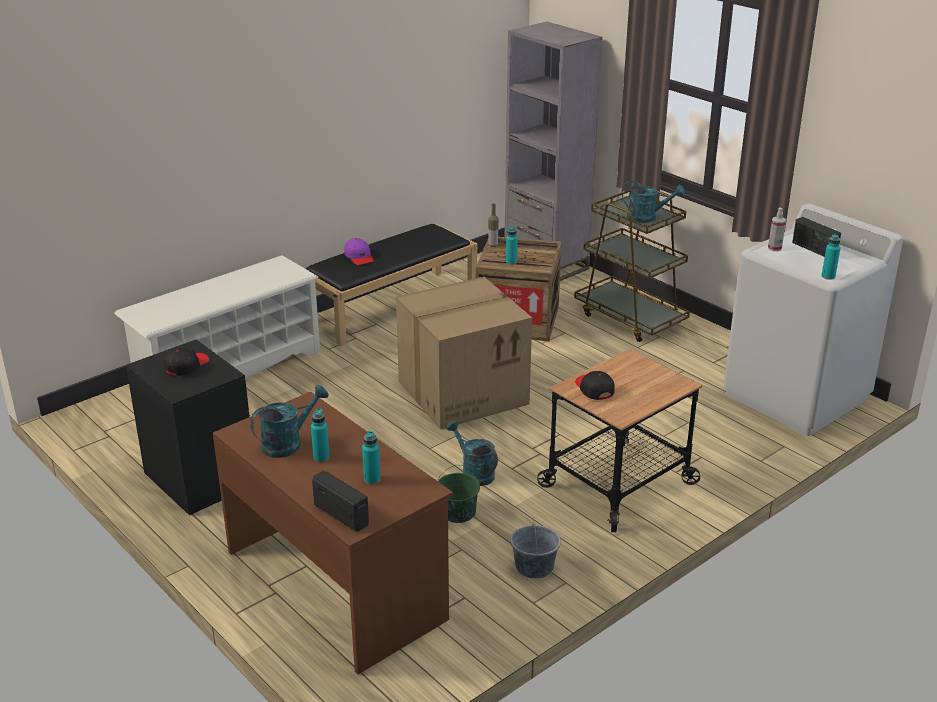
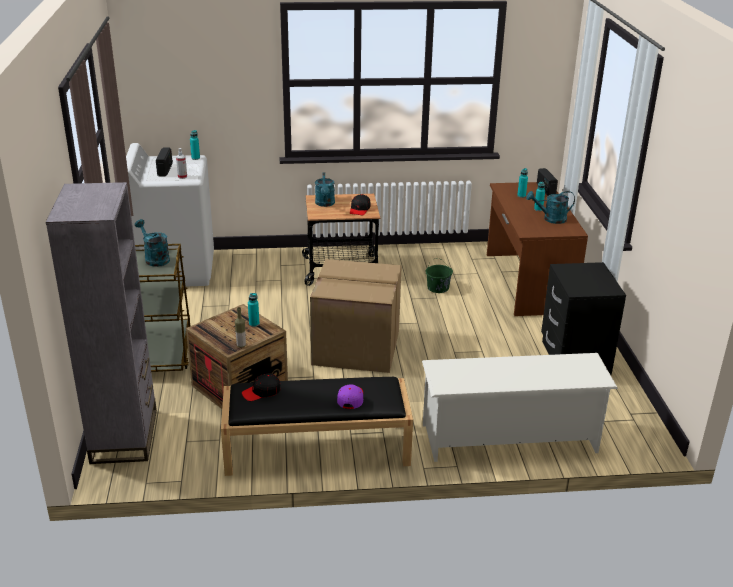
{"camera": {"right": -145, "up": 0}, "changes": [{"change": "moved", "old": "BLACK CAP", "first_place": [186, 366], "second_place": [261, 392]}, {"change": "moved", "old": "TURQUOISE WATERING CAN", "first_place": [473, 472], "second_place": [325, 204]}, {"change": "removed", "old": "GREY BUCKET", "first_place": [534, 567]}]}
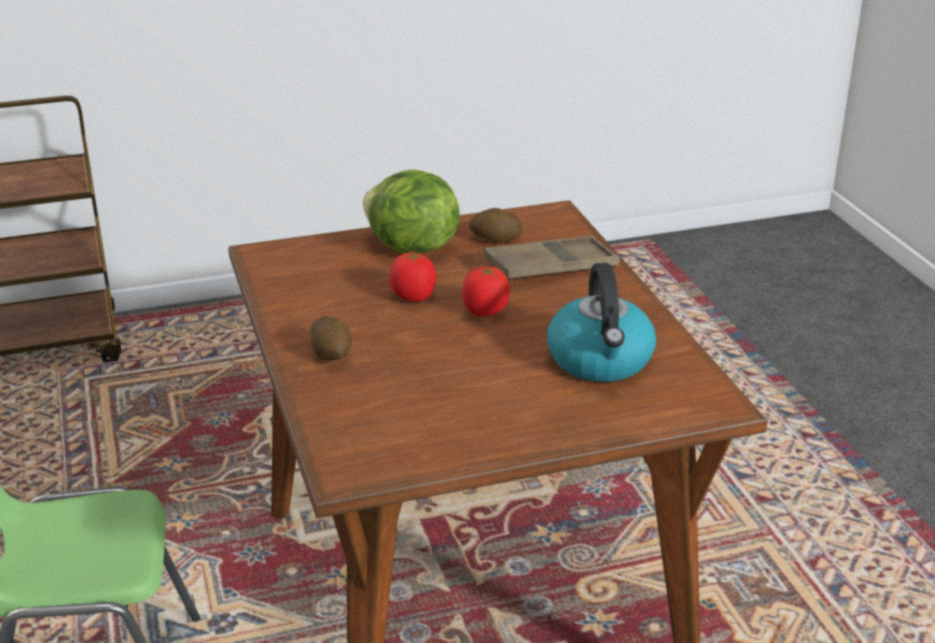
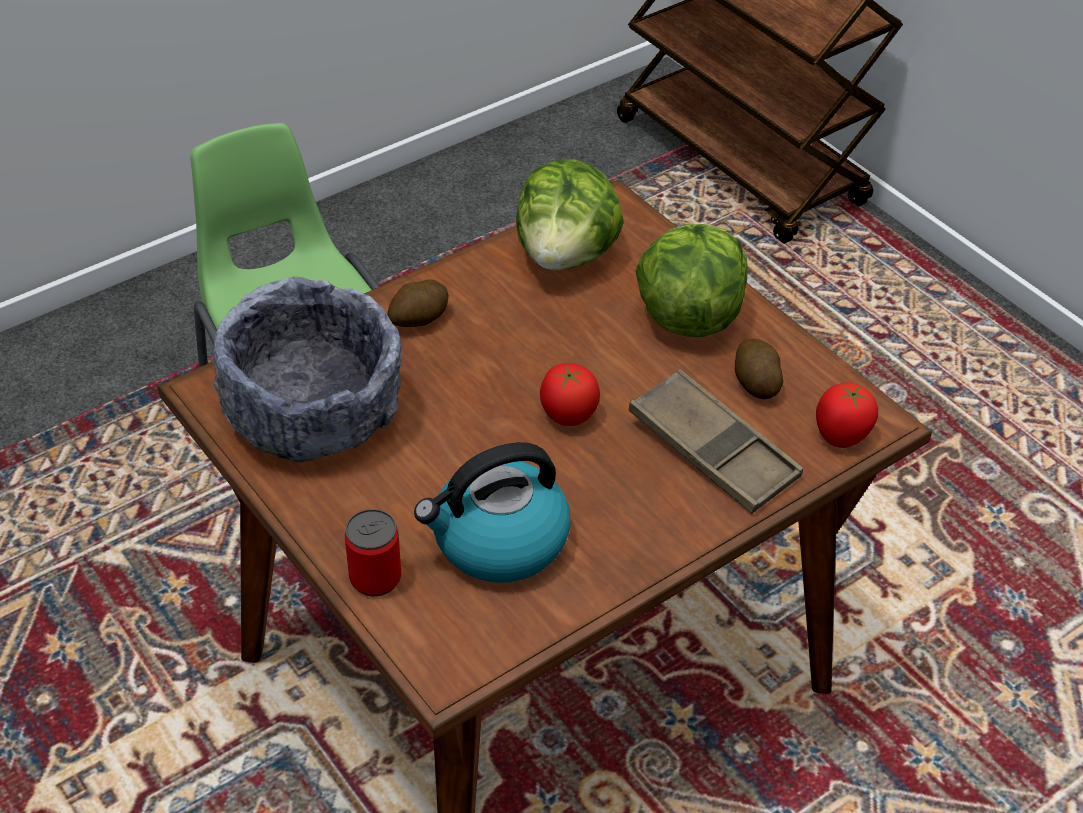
{"camera": {"right": 70, "up": 15}, "changes": [{"change": "moved", "old": "TOMATO", "first_place": [413, 297], "second_place": [841, 435]}, {"change": "added", "new": "GREY BOWL", "second_place": [313, 415]}, {"change": "added", "new": "CAN", "second_place": [375, 578]}, {"change": "added", "new": "LETTUCE", "second_place": [566, 255]}]}
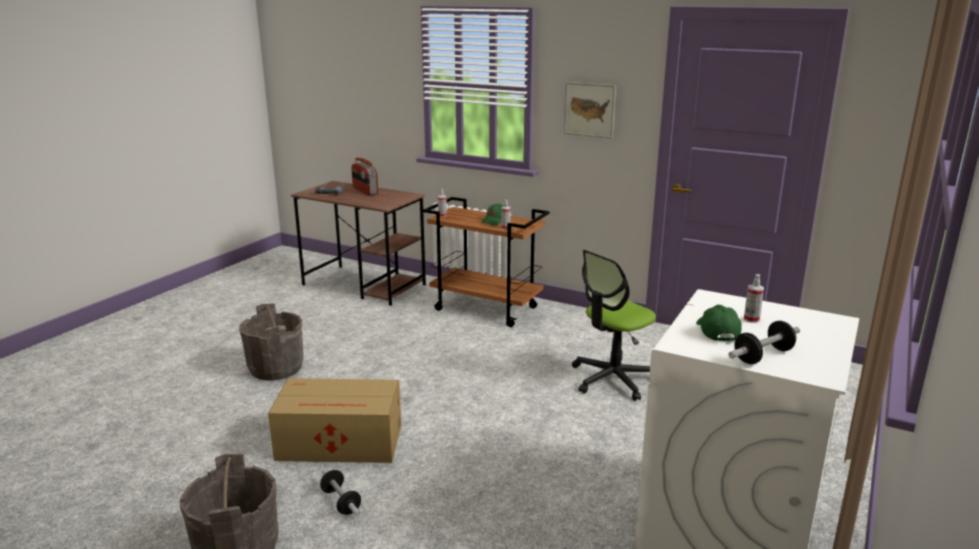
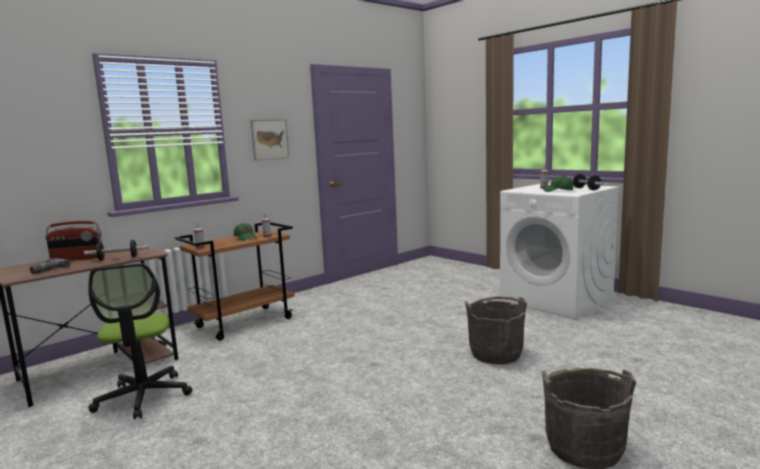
{"camera": {"right": -70, "up": -10}, "changes": [{"change": "moved", "old": "GREY BUCKET", "first_place": [276, 368], "second_place": [495, 354]}, {"change": "removed", "old": "CARDBOARD BOX", "first_place": [341, 442]}, {"change": "moved", "old": "DUMBBELL", "first_place": [341, 502], "second_place": [118, 258]}, {"change": "moved", "old": "OFFICE CHAIR", "first_place": [612, 379], "second_place": [143, 397]}]}
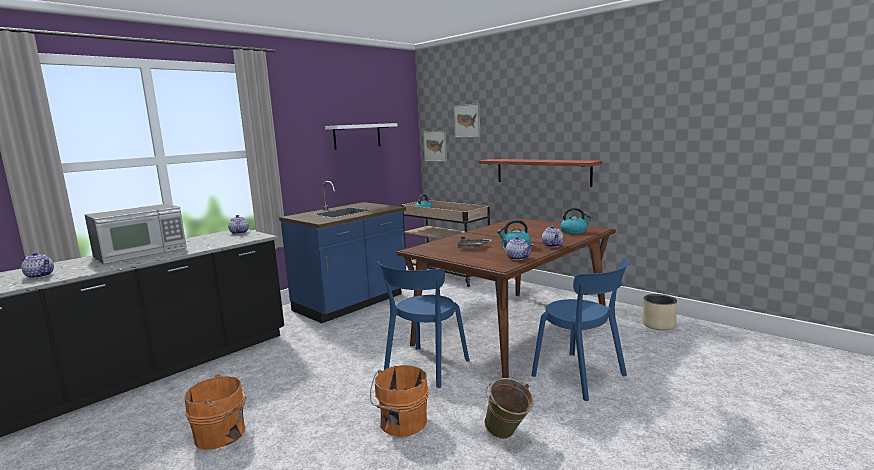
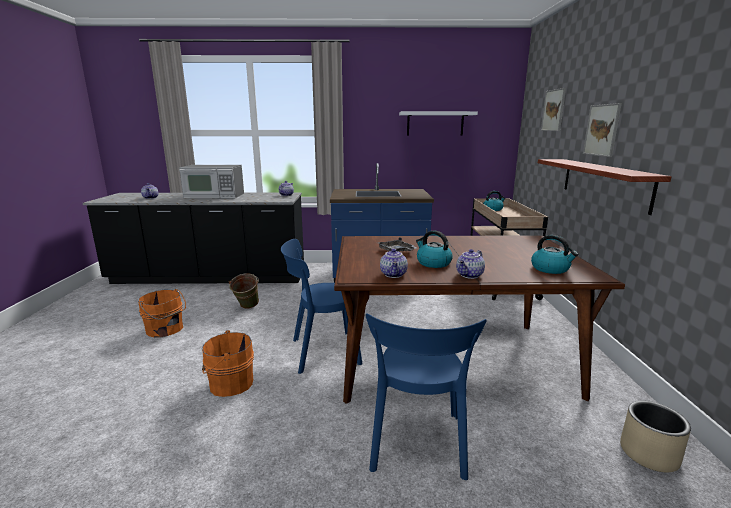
{"camera": {"right": 45, "up": 5}, "changes": [{"change": "moved", "old": "PICTURE", "first_place": [435, 146], "second_place": [601, 130]}, {"change": "moved", "old": "GREEN BUCKET", "first_place": [508, 436], "second_place": [246, 308]}]}
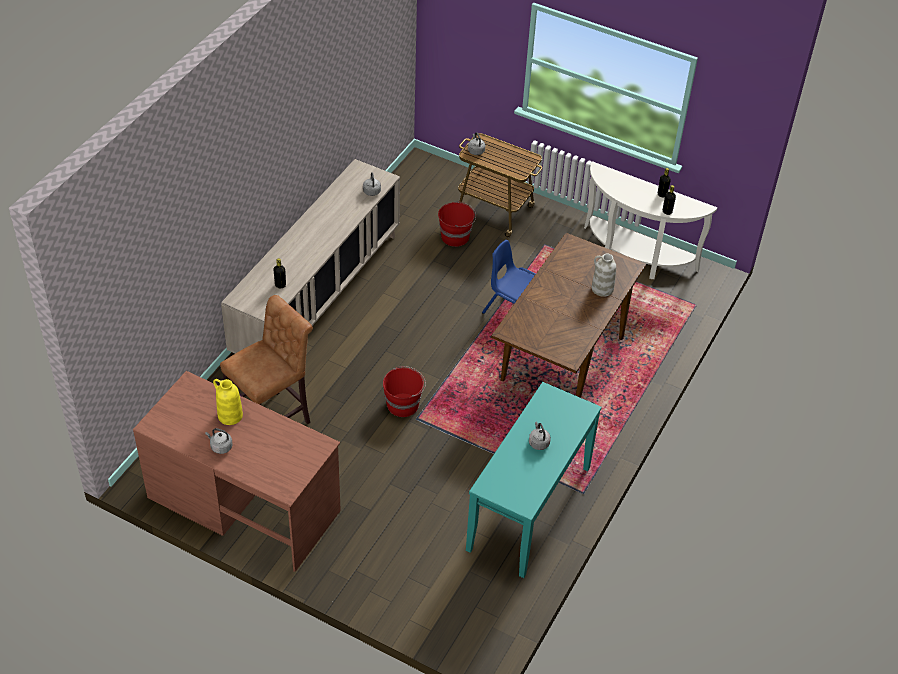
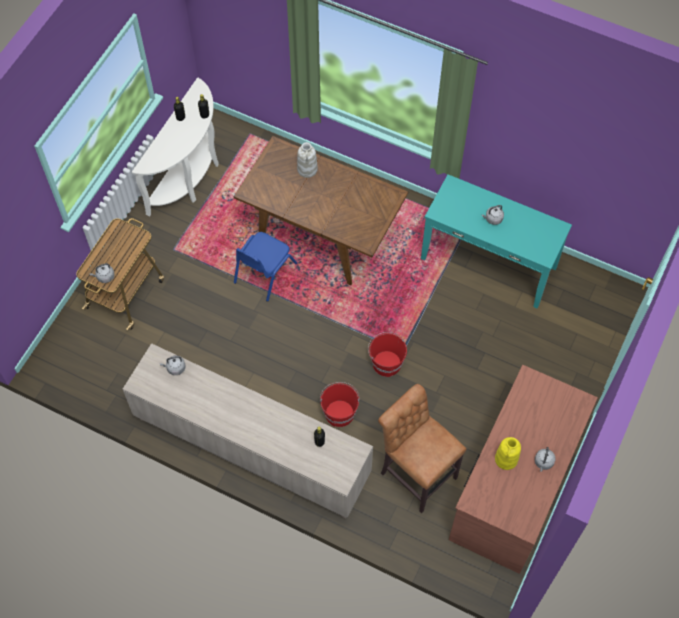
{"camera": {"right": -90, "up": 15}, "changes": [{"change": "moved", "old": "RED BUCKET", "first_place": [455, 237], "second_place": [339, 412]}]}
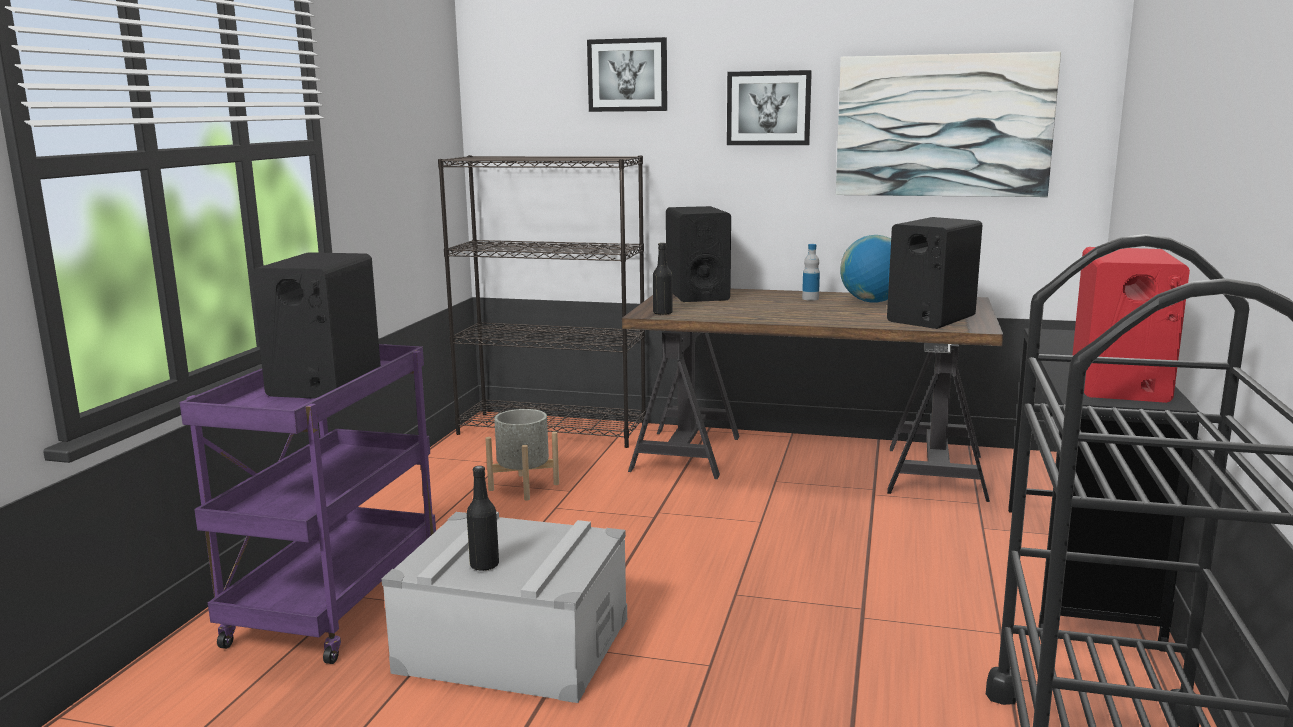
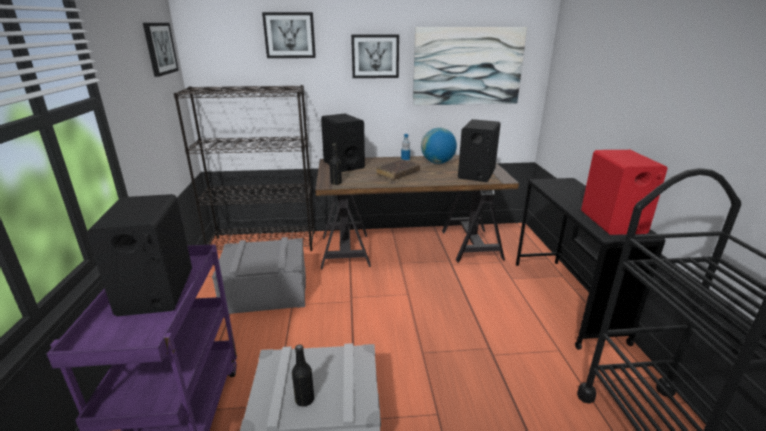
{"camera": {"right": -20, "up": 10}, "changes": [{"change": "replaced", "old": "GREY PLANTER", "new": "GREY STORAGE BOX", "first_place": [523, 487], "second_place": [266, 291]}, {"change": "added", "new": "PICTURE", "second_place": [159, 48]}, {"change": "added", "new": "BROWN BOOK", "second_place": [398, 174]}]}
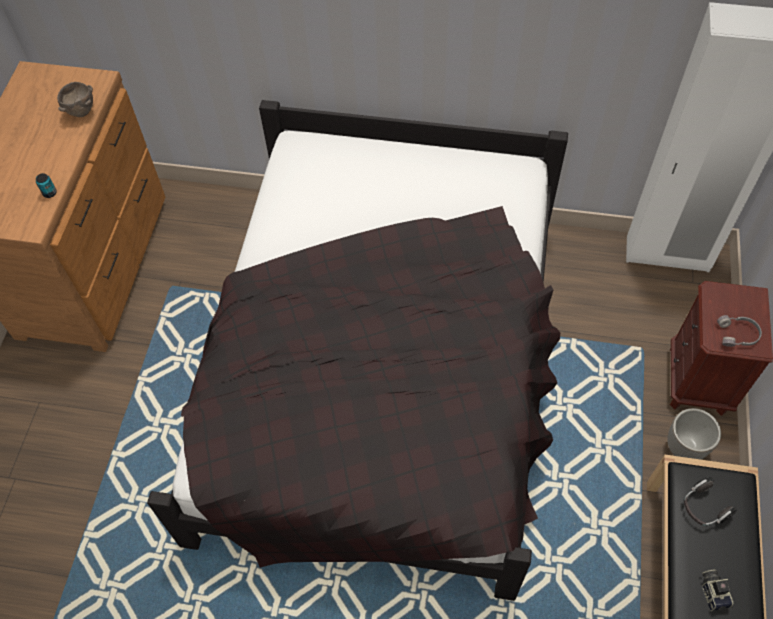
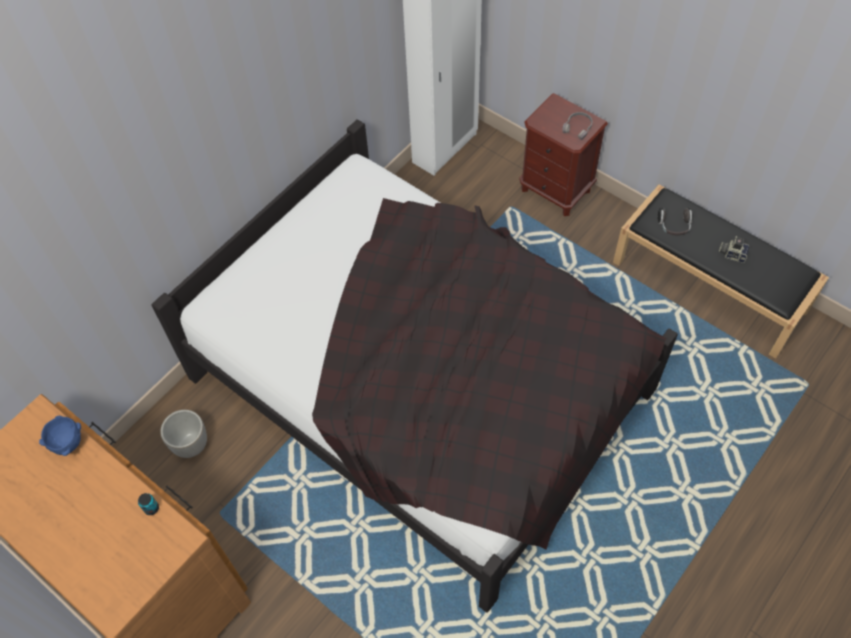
{"camera": {"right": -60, "up": 0}, "changes": [{"change": "recoloured", "old": "BROWN BOWL", "new": "BLUE BOWL", "first_place": [82, 112], "second_place": [68, 444]}, {"change": "moved", "old": "PLANTER", "first_place": [685, 448], "second_place": [191, 445]}]}
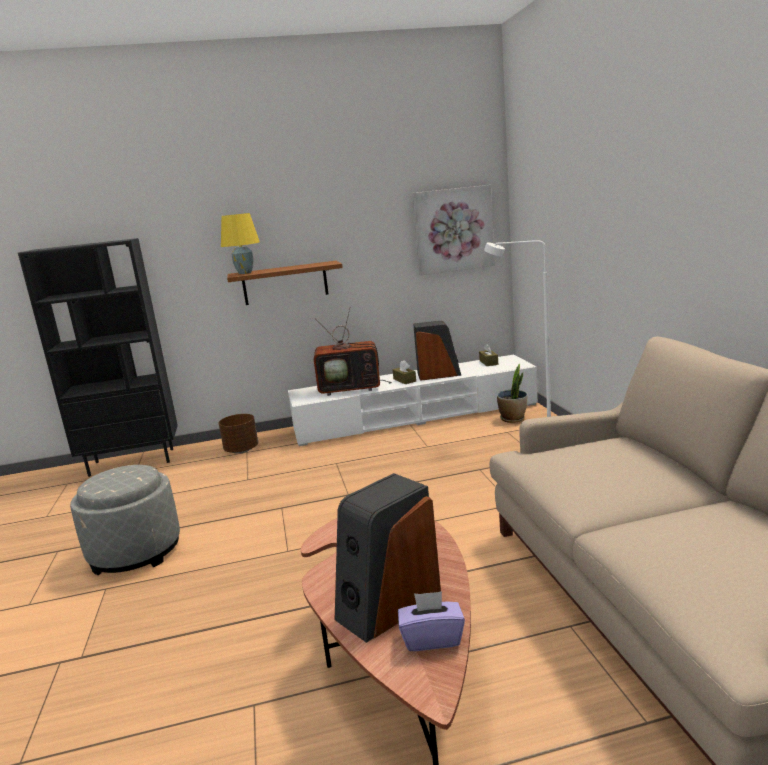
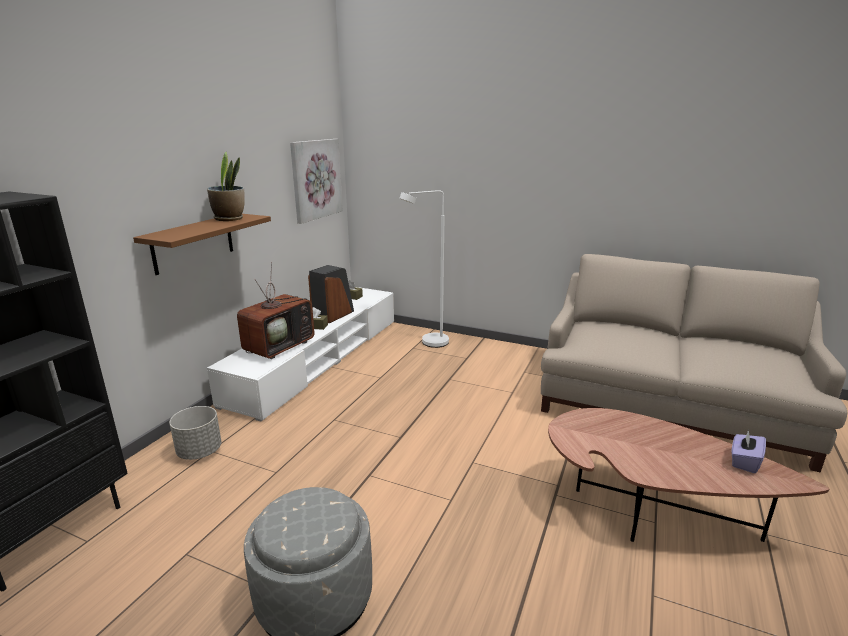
{"camera": {"right": -55, "up": 5}, "changes": [{"change": "recoloured", "old": "BROWN PLANTER", "new": "GREY PLANTER", "first_place": [242, 450], "second_place": [199, 451]}, {"change": "removed", "old": "YELLOW TABLE LAMP", "first_place": [244, 273]}, {"change": "removed", "old": "SPEAKER", "first_place": [388, 606]}, {"change": "moved", "old": "POTTED PLANT", "first_place": [513, 419], "second_place": [229, 219]}]}
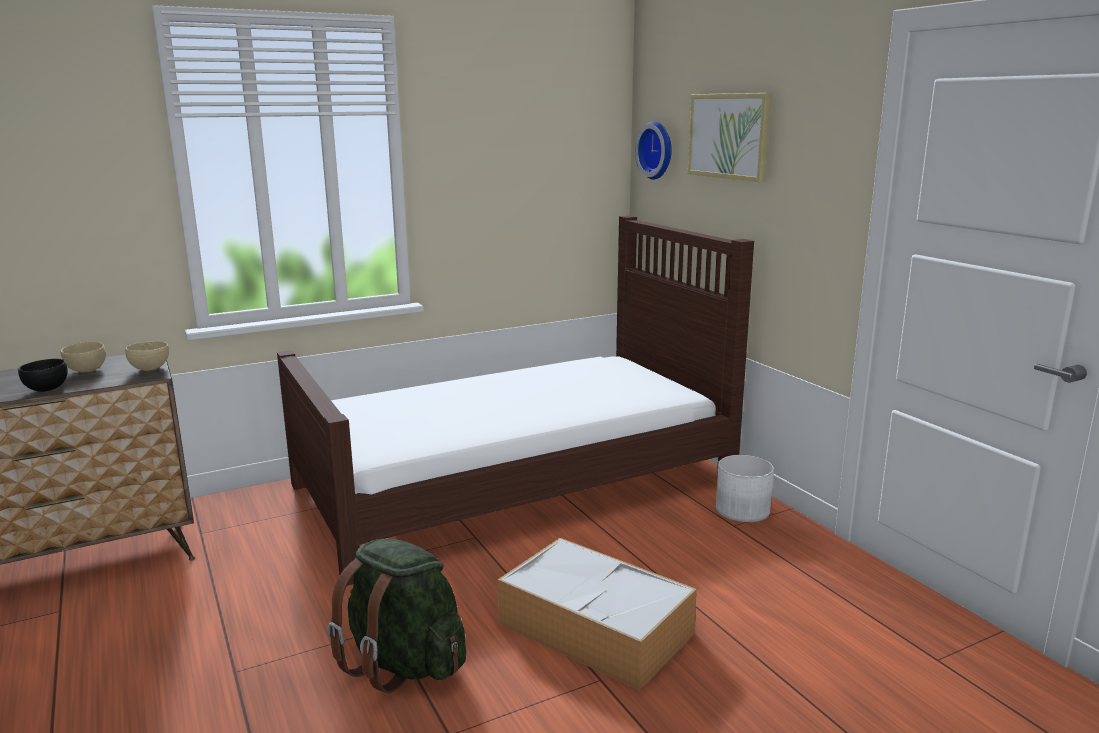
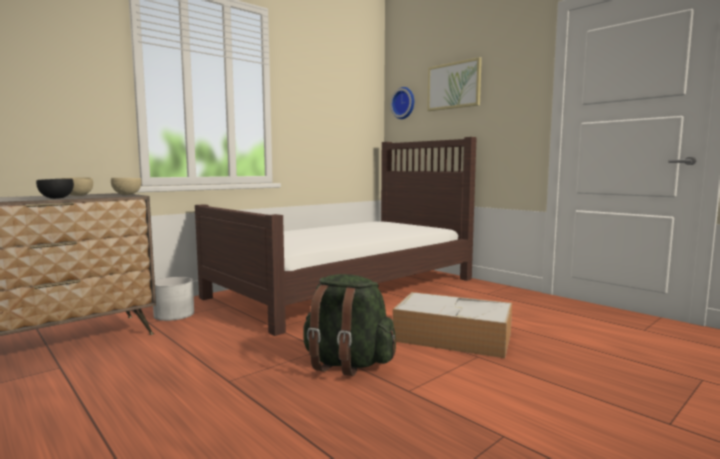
{"camera": {"right": -15, "up": -10}, "changes": [{"change": "moved", "old": "WHITE PLANTER", "first_place": [742, 509], "second_place": [174, 314]}]}
